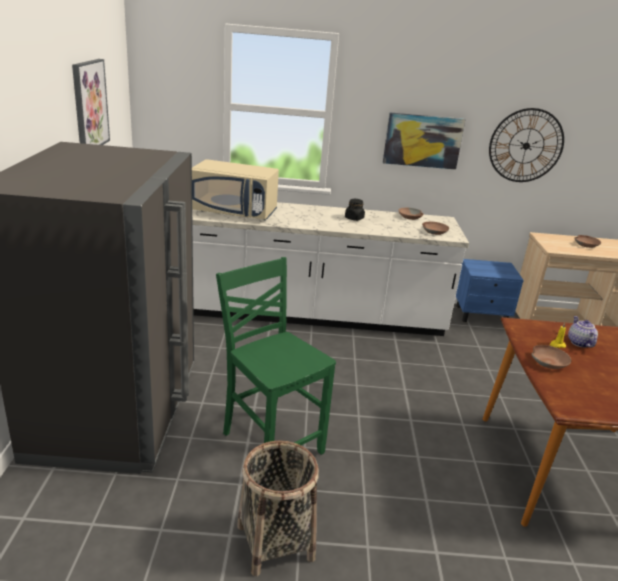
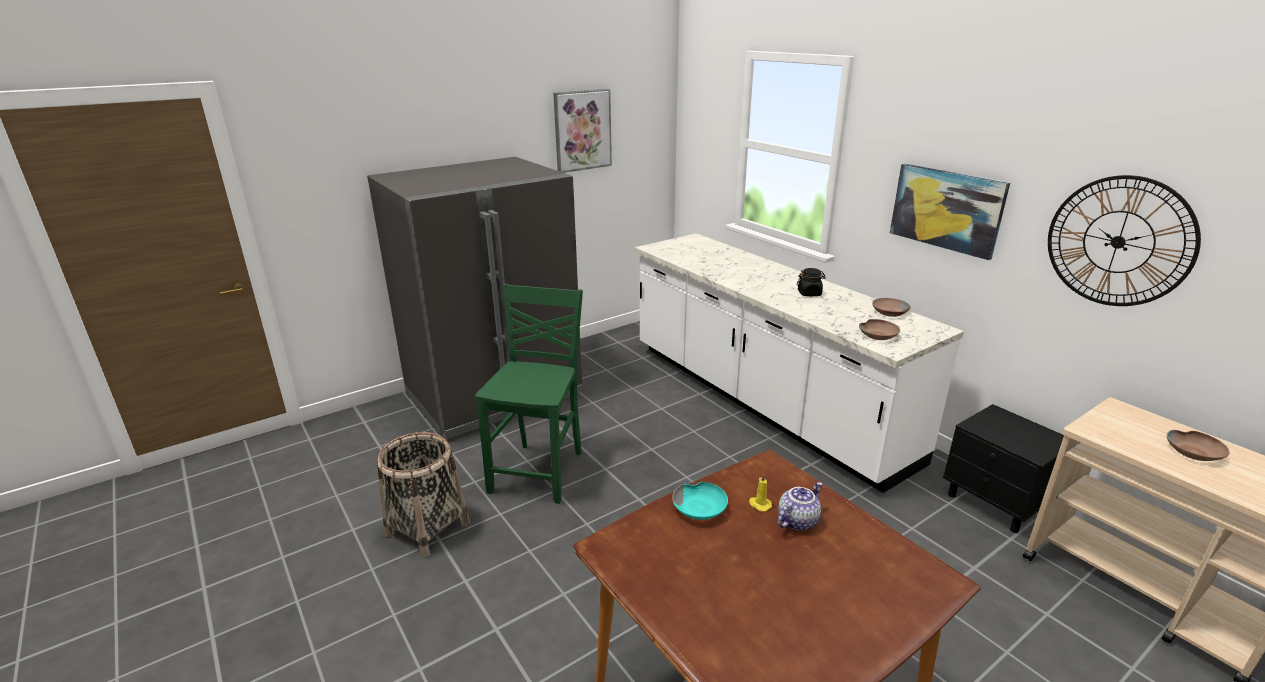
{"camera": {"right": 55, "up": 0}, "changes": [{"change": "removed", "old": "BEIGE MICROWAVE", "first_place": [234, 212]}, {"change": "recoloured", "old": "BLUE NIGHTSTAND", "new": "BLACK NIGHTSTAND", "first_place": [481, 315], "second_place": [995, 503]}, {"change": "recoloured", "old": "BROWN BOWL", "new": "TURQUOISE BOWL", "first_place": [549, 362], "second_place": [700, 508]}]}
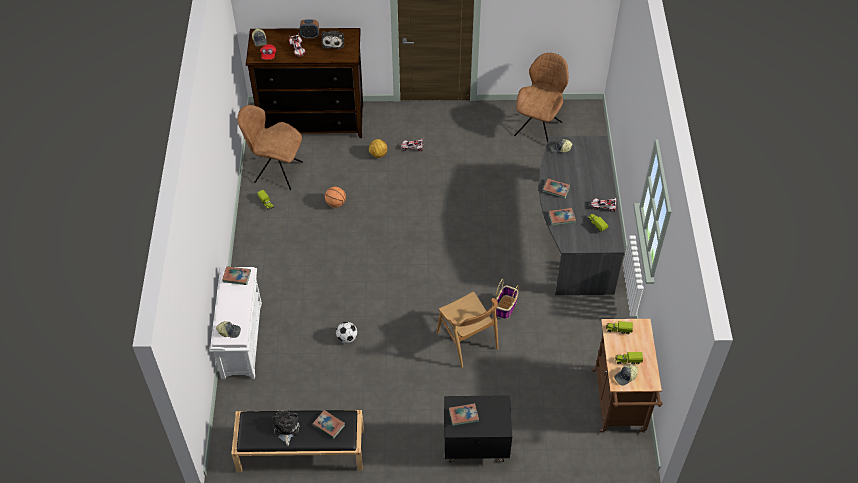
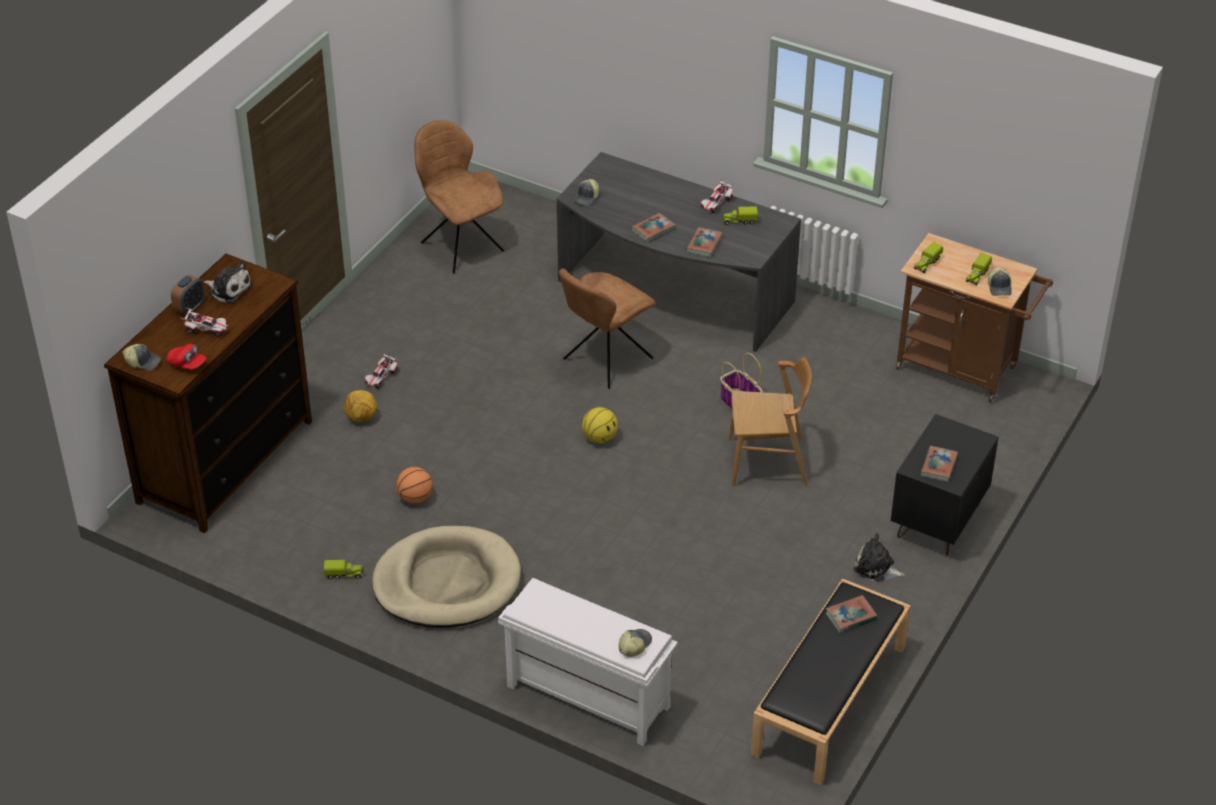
{"camera": {"right": -60, "up": -10}, "changes": [{"change": "removed", "old": "BOOK", "first_place": [237, 276]}, {"change": "moved", "old": "BROWN CHAIR", "first_place": [276, 172], "second_place": [605, 360]}, {"change": "moved", "old": "PLUSH TOY", "first_place": [286, 428], "second_place": [876, 568]}, {"change": "removed", "old": "FOOTBALL", "first_place": [347, 338]}, {"change": "added", "new": "BEIGE DOG BED", "second_place": [447, 582]}, {"change": "added", "new": "BASKETBALL", "second_place": [600, 438]}]}
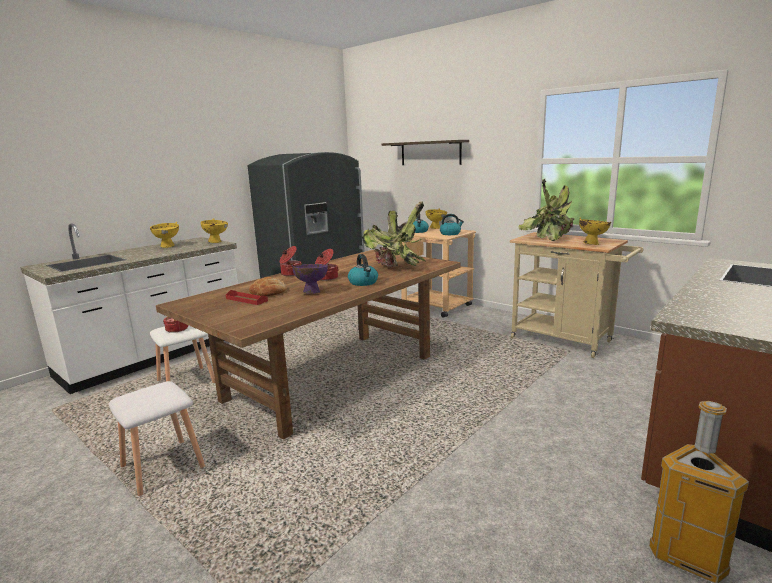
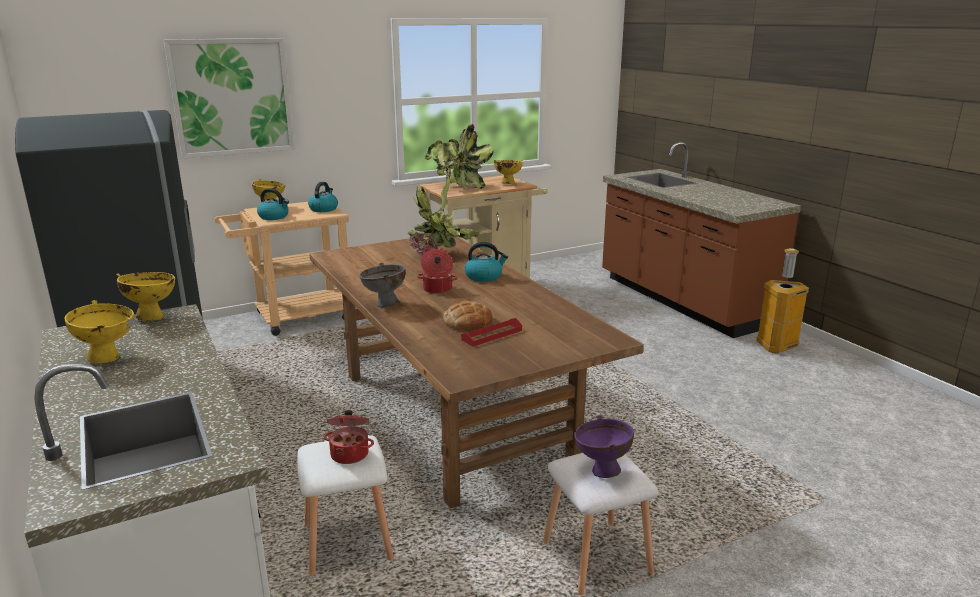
{"camera": {"right": -70, "up": 5}, "changes": [{"change": "replaced", "old": "COOKING POT", "new": "GREY BOWL", "first_place": [290, 274], "second_place": [384, 304]}, {"change": "moved", "old": "PURPLE BOWL", "first_place": [311, 292], "second_place": [602, 471]}, {"change": "replaced", "old": "SHELF", "new": "PICTURE", "first_place": [430, 153], "second_place": [232, 97]}]}
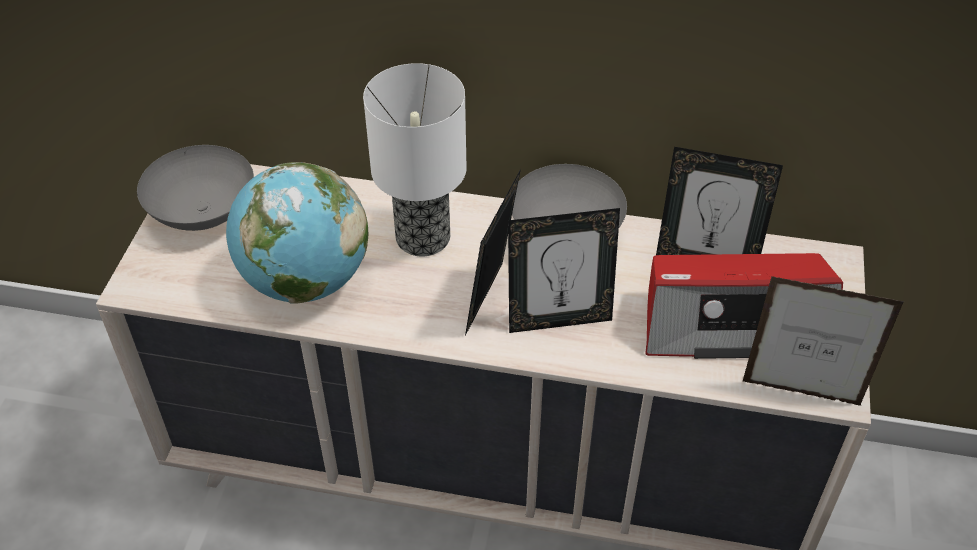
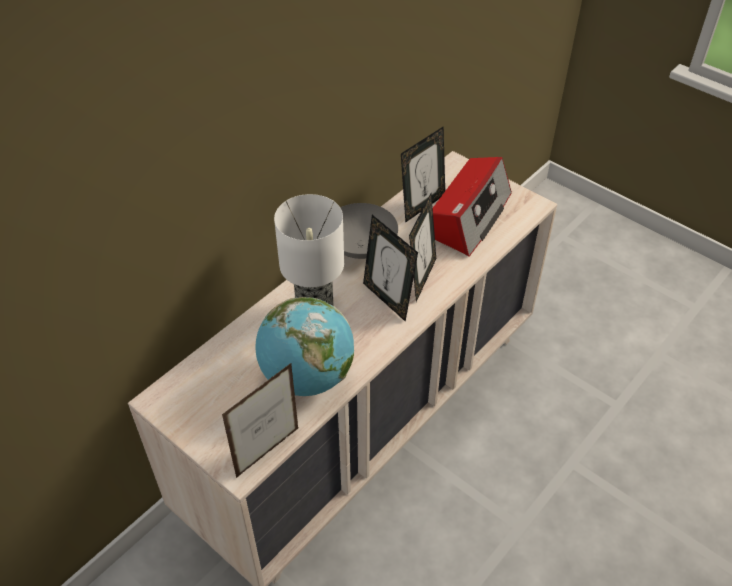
{"camera": {"right": -60, "up": 0}, "changes": [{"change": "removed", "old": "GREY BOWL", "first_place": [205, 212]}, {"change": "moved", "old": "PICTURE FRAME", "first_place": [801, 393], "second_place": [268, 452]}]}
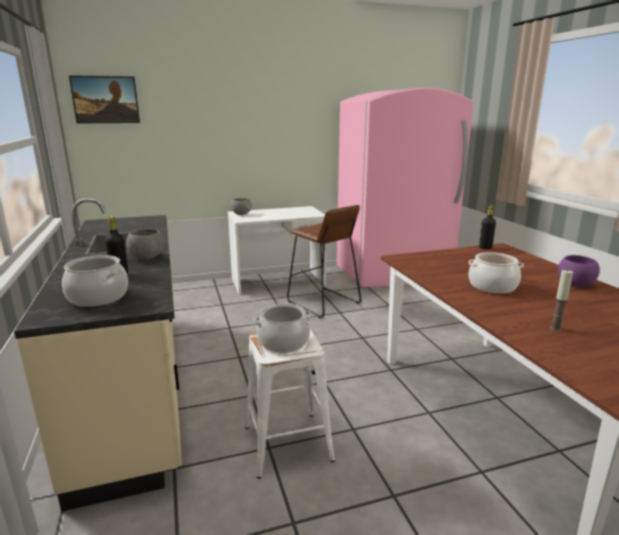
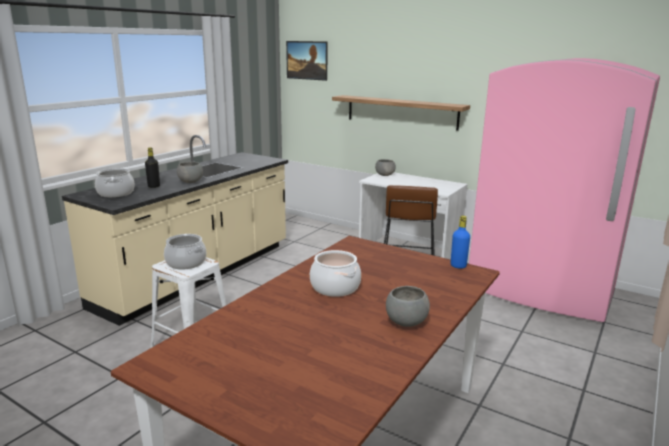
{"camera": {"right": 50, "up": 0}, "changes": [{"change": "recoloured", "old": "BLACK BOTTLE", "new": "BLUE BOTTLE", "first_place": [485, 248], "second_place": [458, 266]}, {"change": "removed", "old": "CANDLE", "first_place": [555, 328]}, {"change": "recoloured", "old": "PURPLE BOWL", "new": "GREY BOWL", "first_place": [575, 284], "second_place": [405, 322]}, {"change": "added", "new": "SHELF", "second_place": [401, 112]}]}
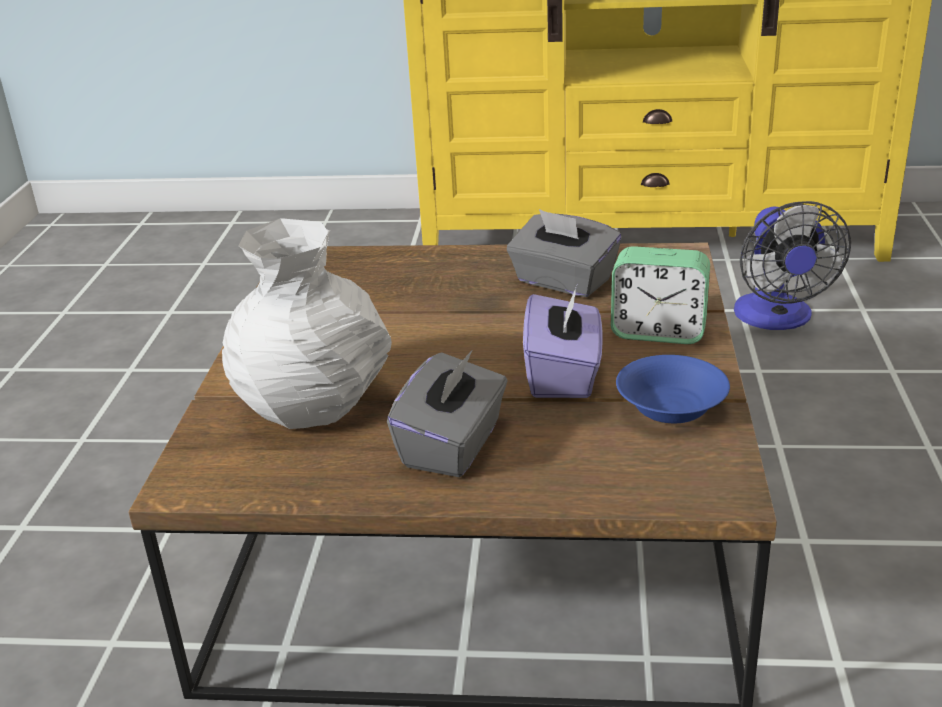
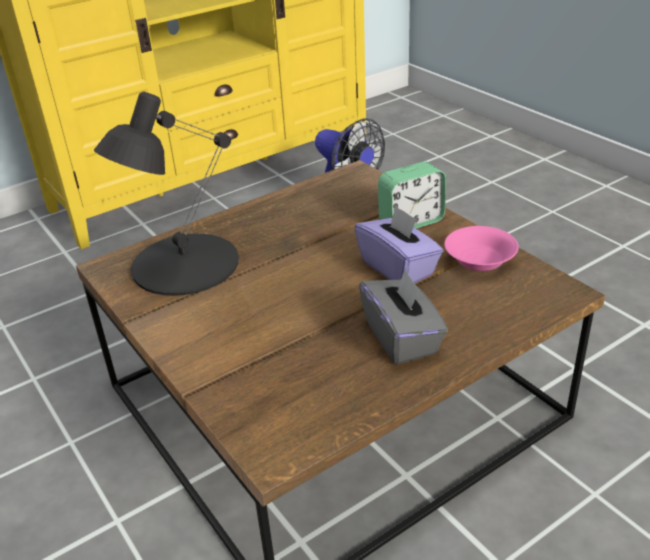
{"camera": {"right": -40, "up": 5}, "changes": [{"change": "removed", "old": "WHITE VASE", "first_place": [315, 404]}, {"change": "removed", "old": "GREY TISSUE BOX", "first_place": [563, 282]}, {"change": "recoloured", "old": "BLUE BOWL", "new": "PINK BOWL", "first_place": [670, 409], "second_place": [479, 262]}, {"change": "added", "new": "BLACK TABLE LAMP", "second_place": [183, 264]}]}
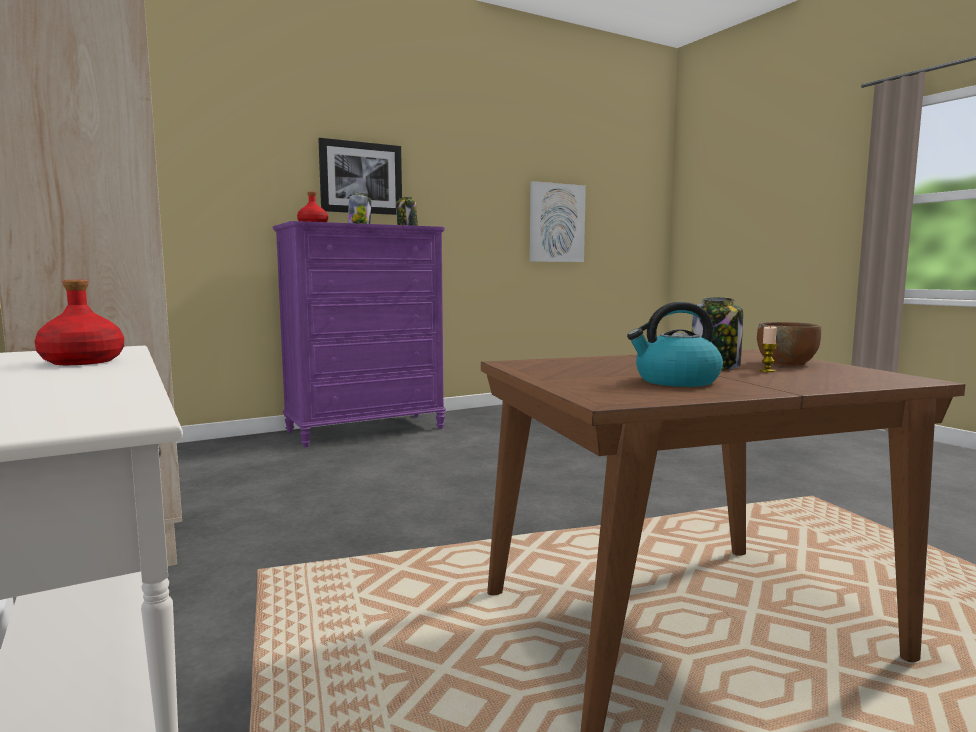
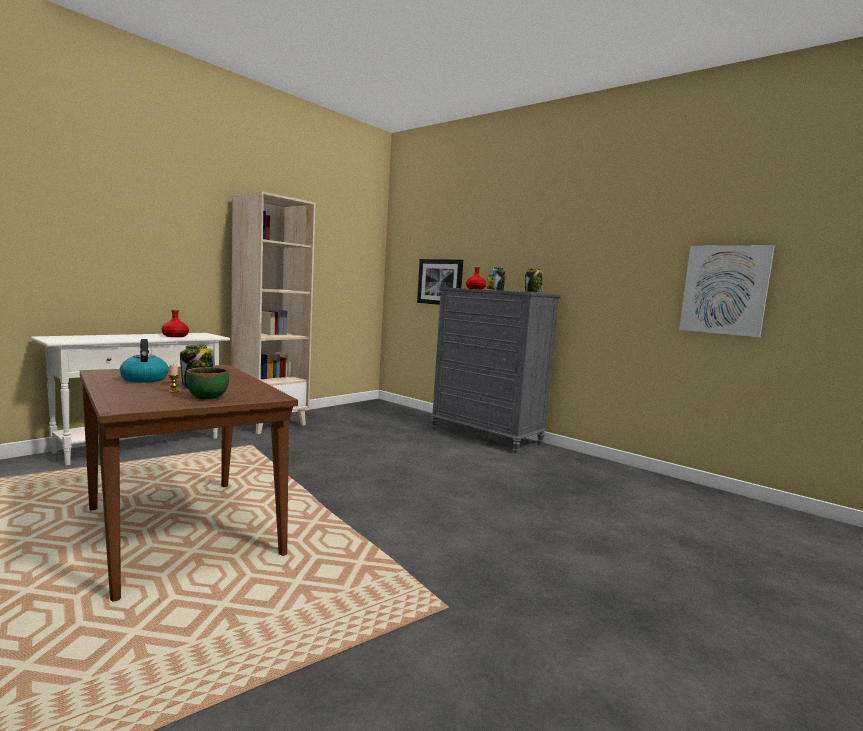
{"camera": {"right": 70, "up": 0}, "changes": [{"change": "recoloured", "old": "PURPLE DRESSER", "new": "GREY DRESSER", "first_place": [366, 430], "second_place": [486, 436]}, {"change": "moved", "old": "PICTURE", "first_place": [361, 178], "second_place": [440, 282]}, {"change": "recoloured", "old": "BROWN BOWL", "new": "GREEN BOWL", "first_place": [786, 363], "second_place": [207, 397]}]}
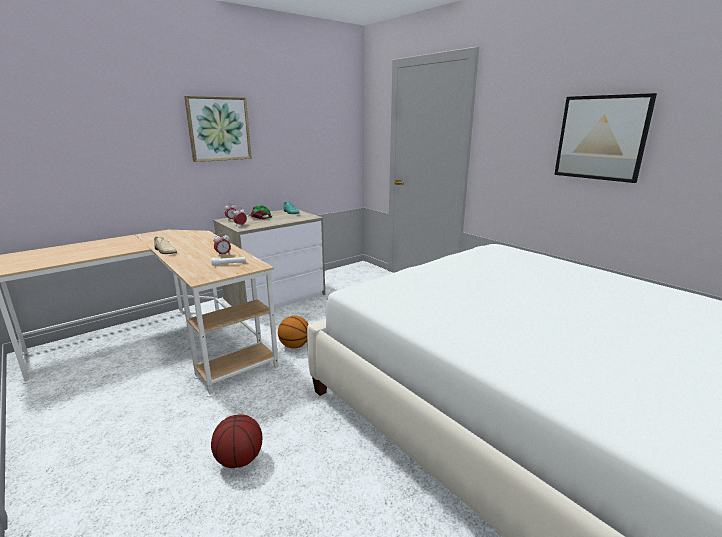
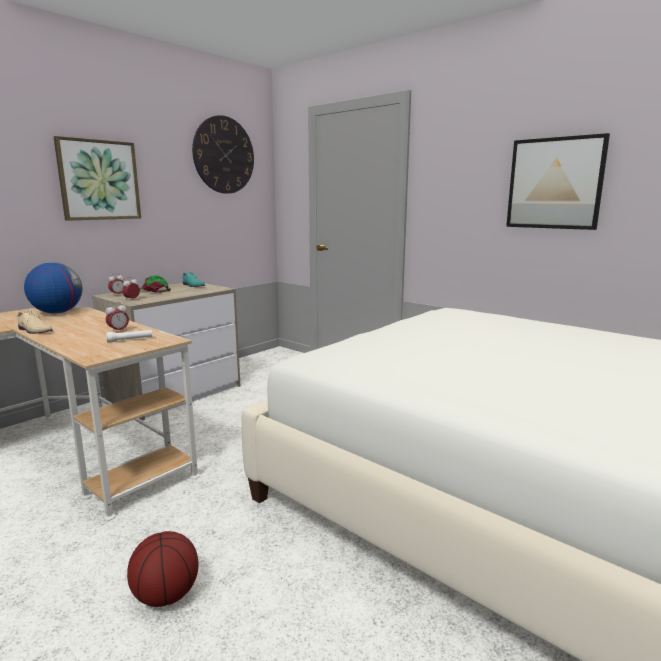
{"camera": {"right": -10, "up": -5}, "changes": [{"change": "removed", "old": "BASKETBALL", "first_place": [295, 346]}, {"change": "added", "new": "GLOBE", "second_place": [57, 312]}, {"change": "added", "new": "WALL CLOCK", "second_place": [224, 155]}]}
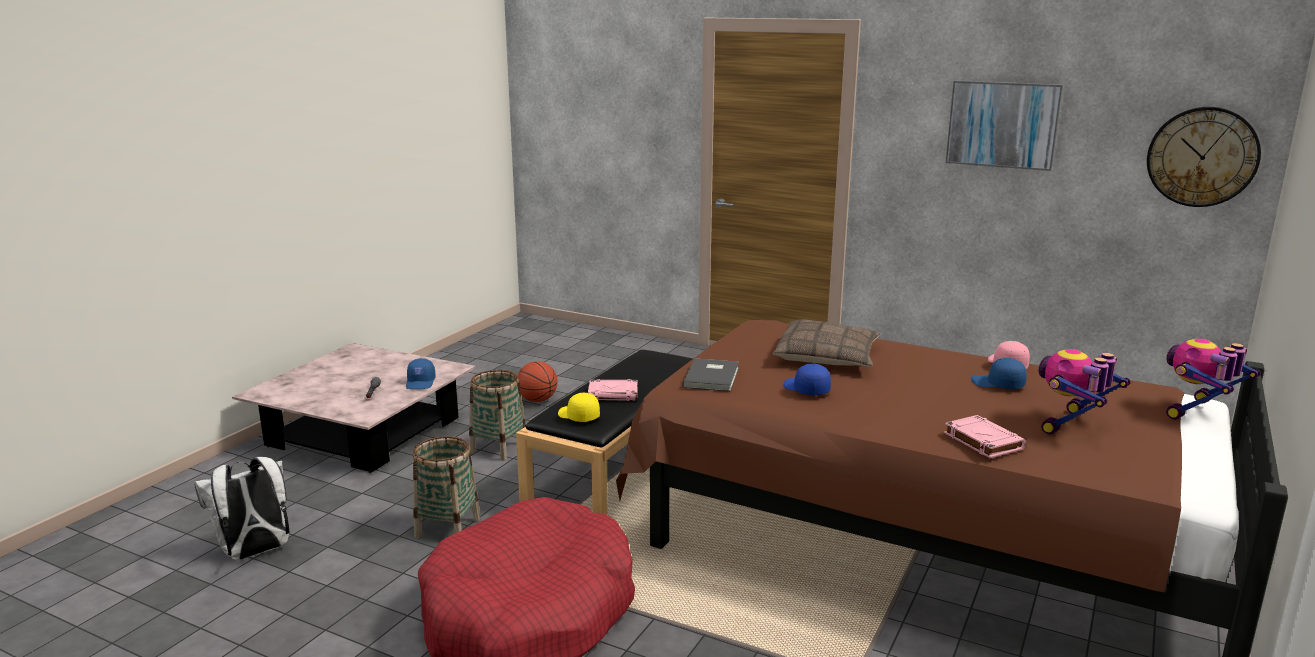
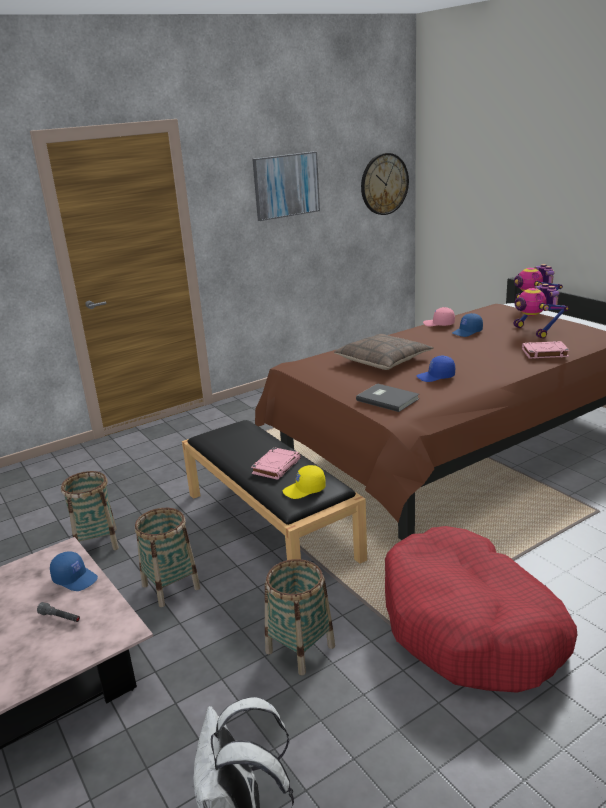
{"camera": {"right": -60, "up": 5}, "changes": [{"change": "replaced", "old": "BASKETBALL", "new": "BASKET", "first_place": [538, 400], "second_place": [97, 543]}]}
